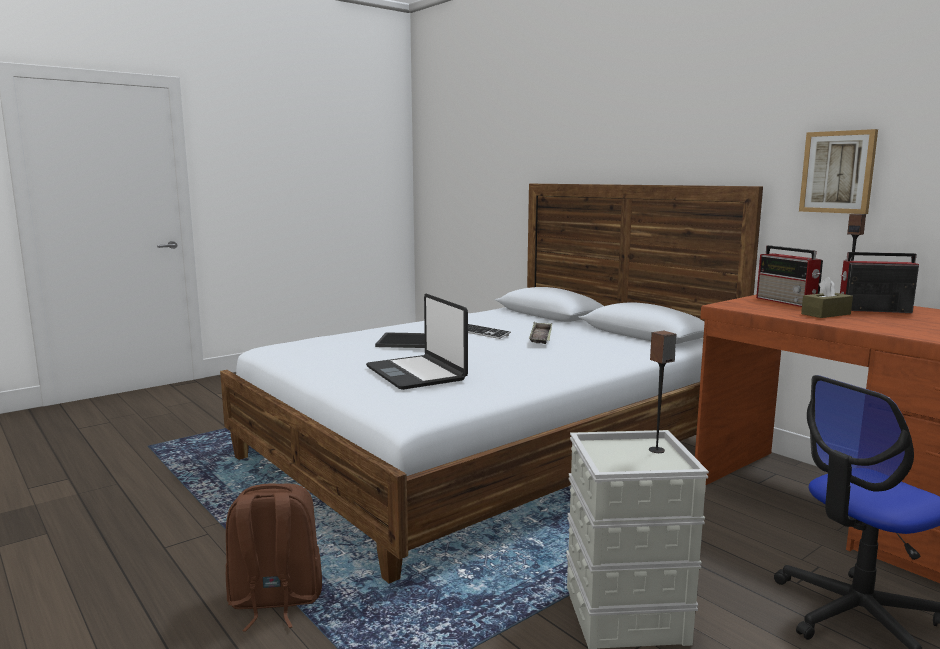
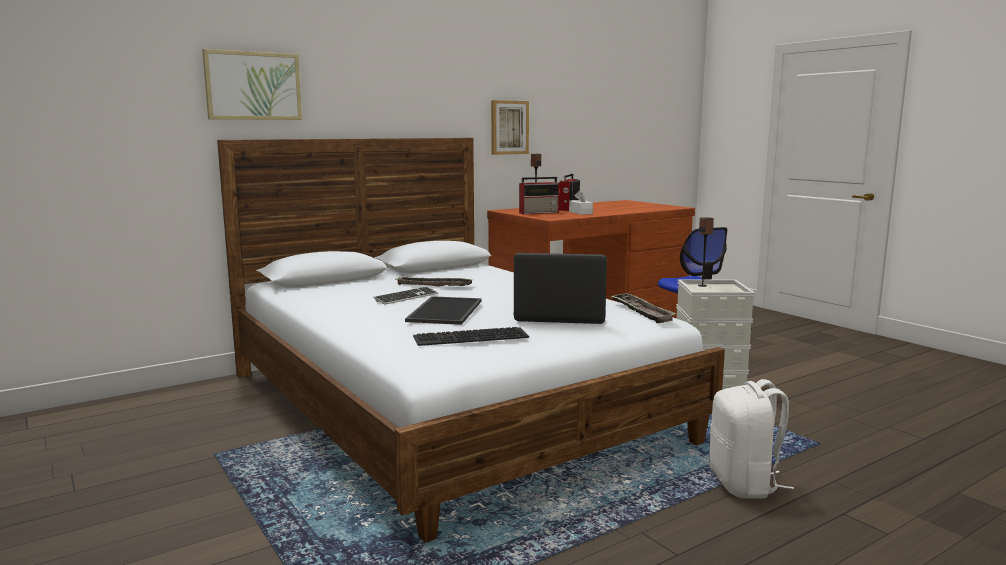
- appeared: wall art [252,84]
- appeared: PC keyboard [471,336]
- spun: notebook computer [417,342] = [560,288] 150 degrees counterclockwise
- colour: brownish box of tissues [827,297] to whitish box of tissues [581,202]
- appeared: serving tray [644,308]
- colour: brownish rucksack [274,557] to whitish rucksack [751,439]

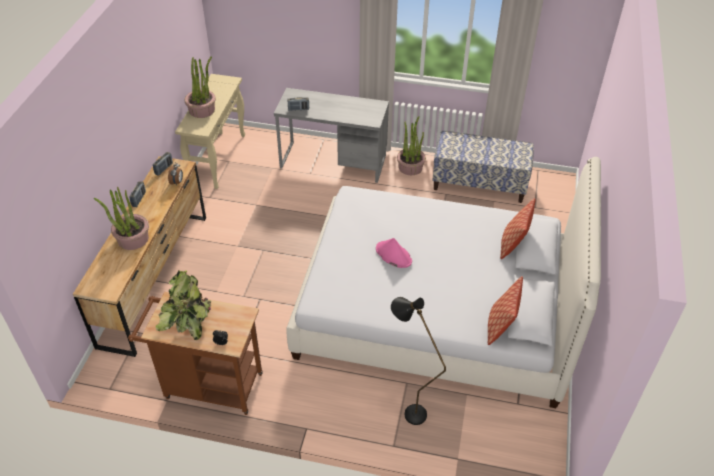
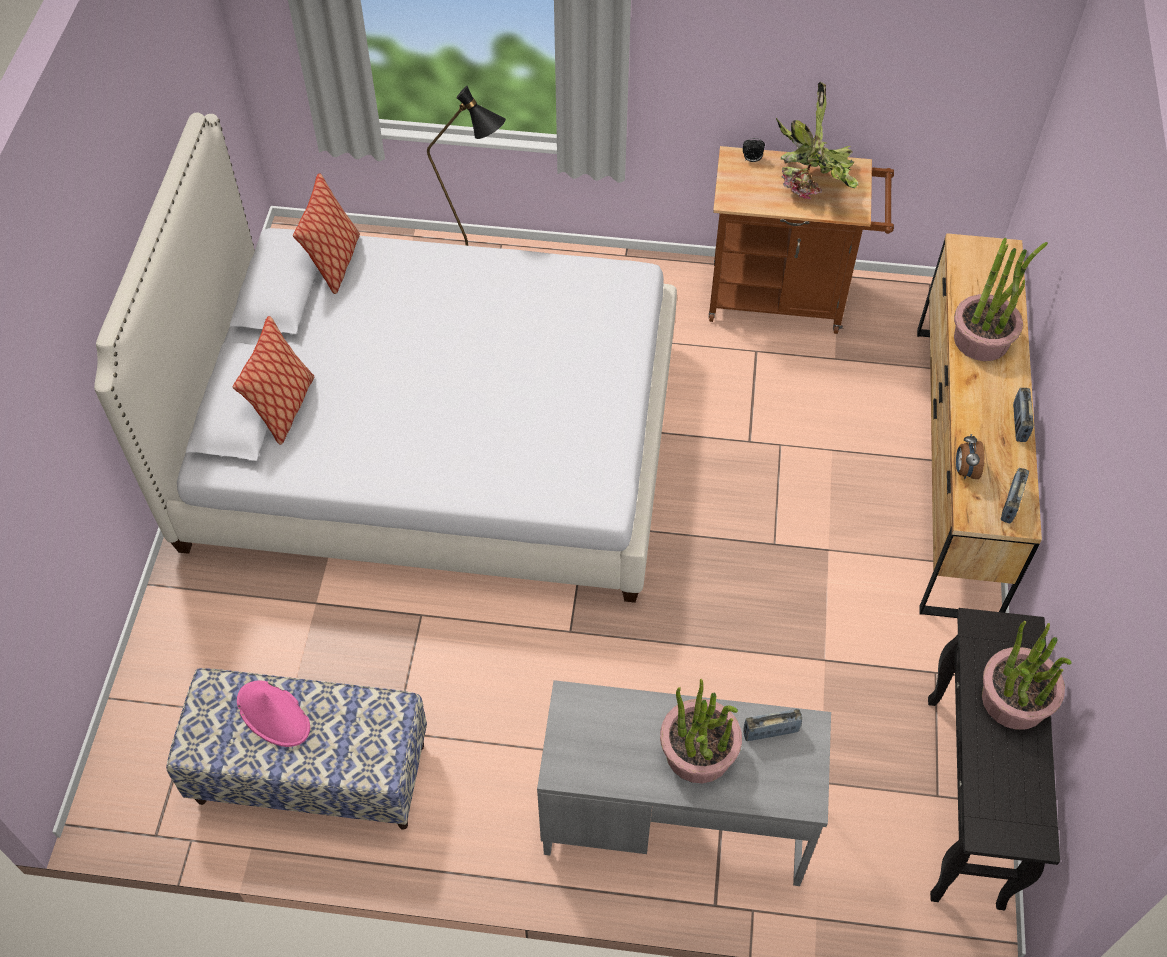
- relocated: pink-coloured wearable hat [394,253] to [273,713]
- relocated: plant in a pot [411,145] to [701,731]
- colour: beige hall table [210,131] to black hall table [994,759]

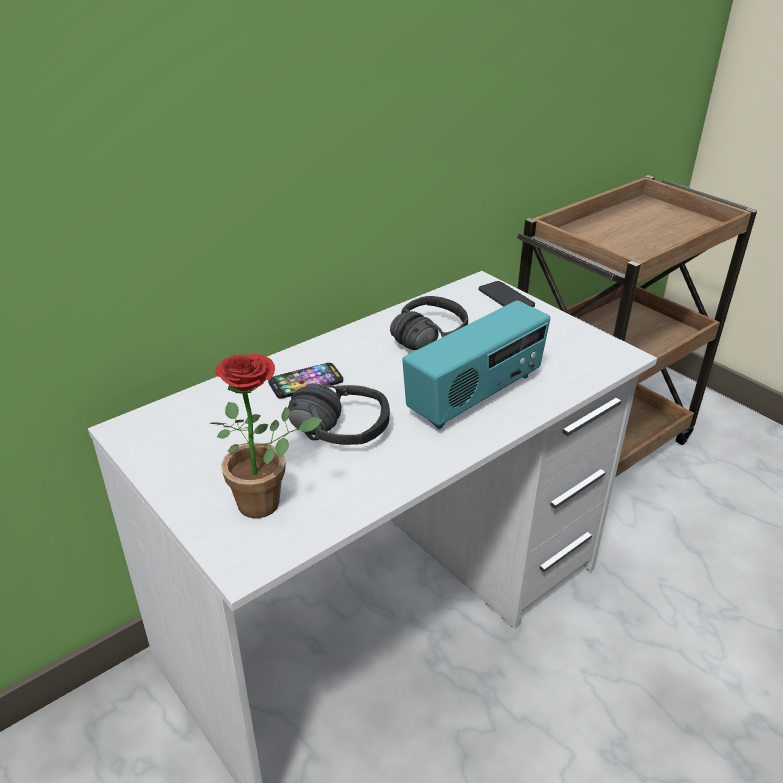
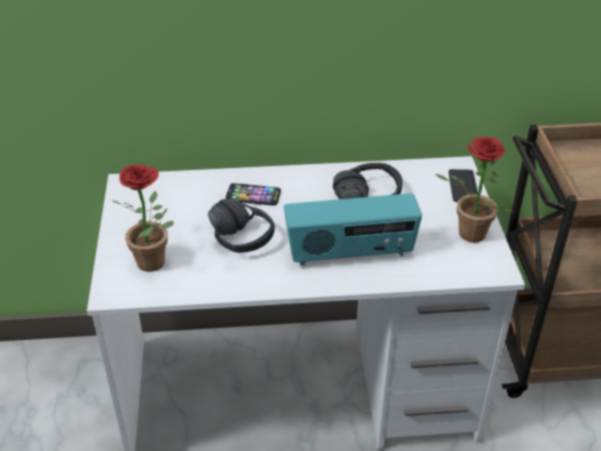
- appeared: plant in a pot [474,189]

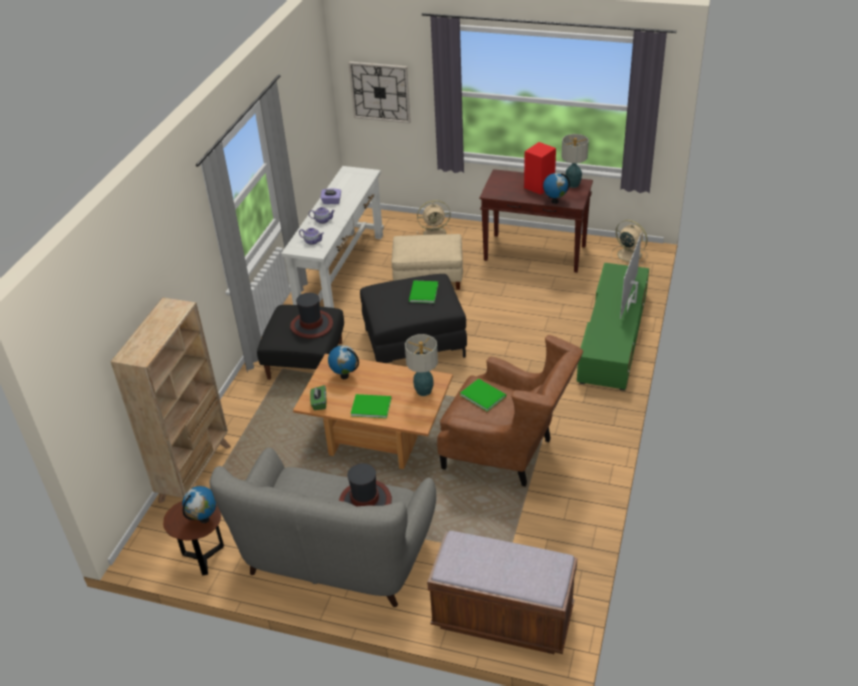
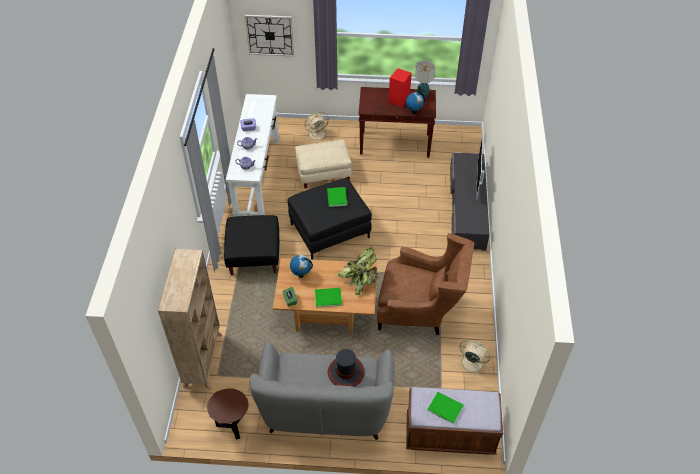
- exchanged: lamp for a table [421,365] to plant in a pot [358,271]
- relocated: green book [483,395] to [445,408]
- colour: green tv stand [613,327] to grey tv stand [470,202]
- relocated: beige electric fan [629,242] to [473,357]
- missing: globe [199,504]
- missing: wearable hat [311,316]

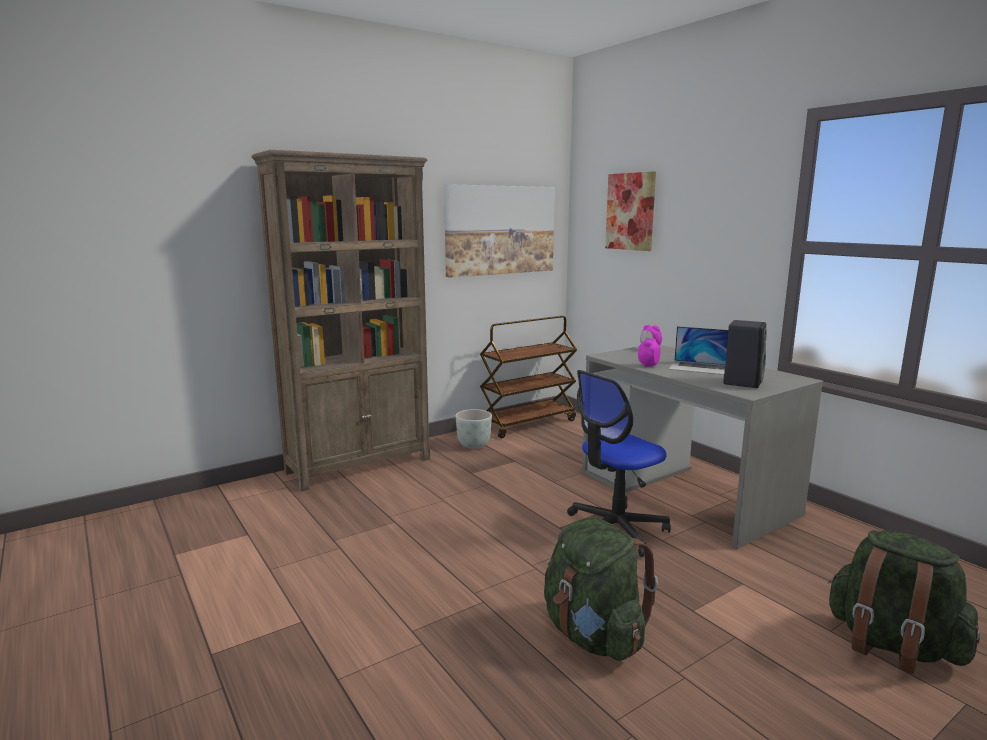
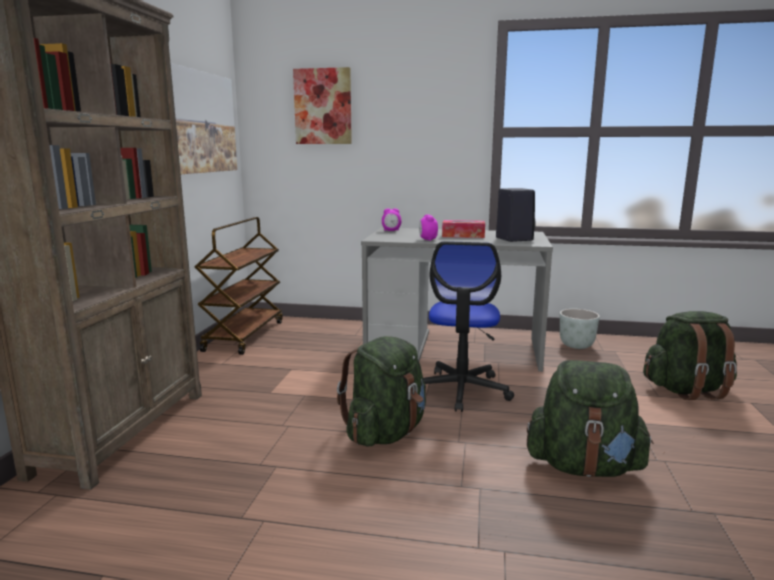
- appeared: green rucksack [381,391]
- exchanged: notebook computer [698,350] to box of tissues [463,229]
- relocated: grey plant pot [473,429] to [580,329]

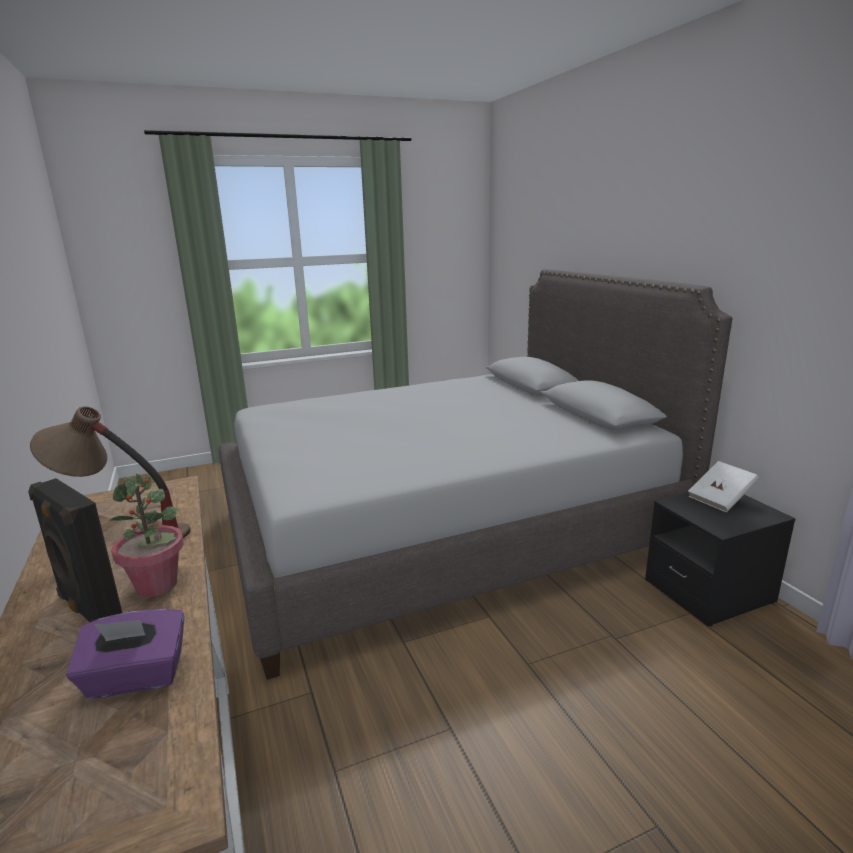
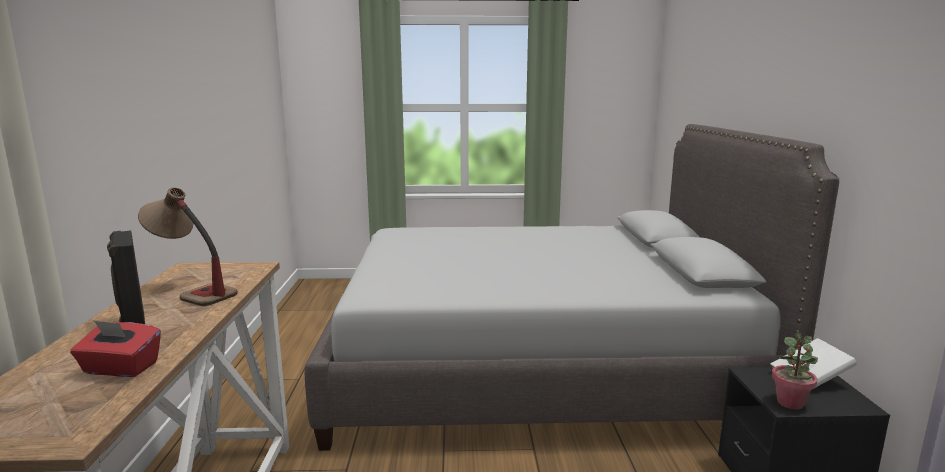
- colour: purple box of tissues [125,654] to red box of tissues [115,348]
- relocated: plant in a pot [146,535] to [795,370]

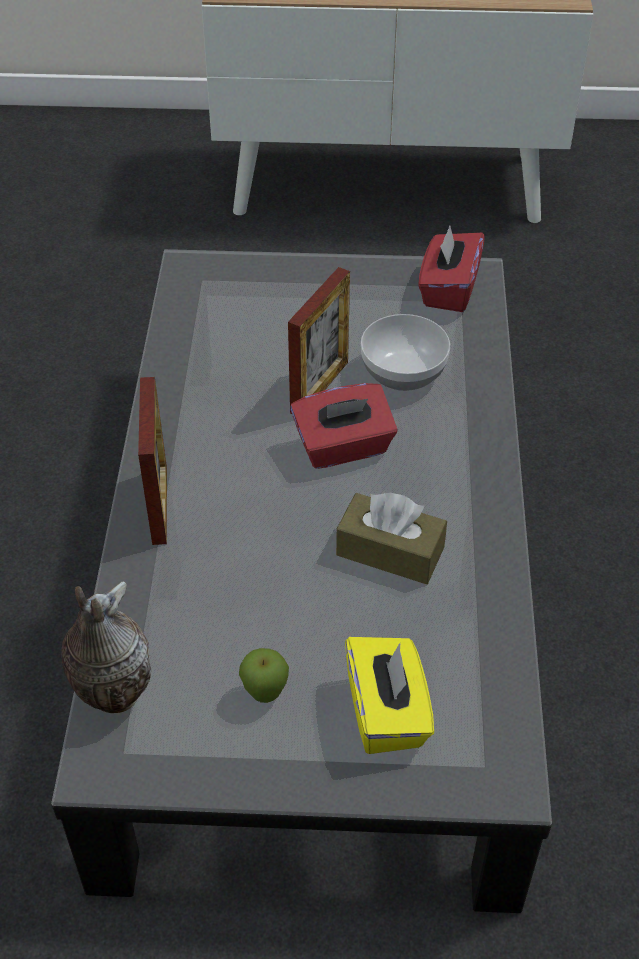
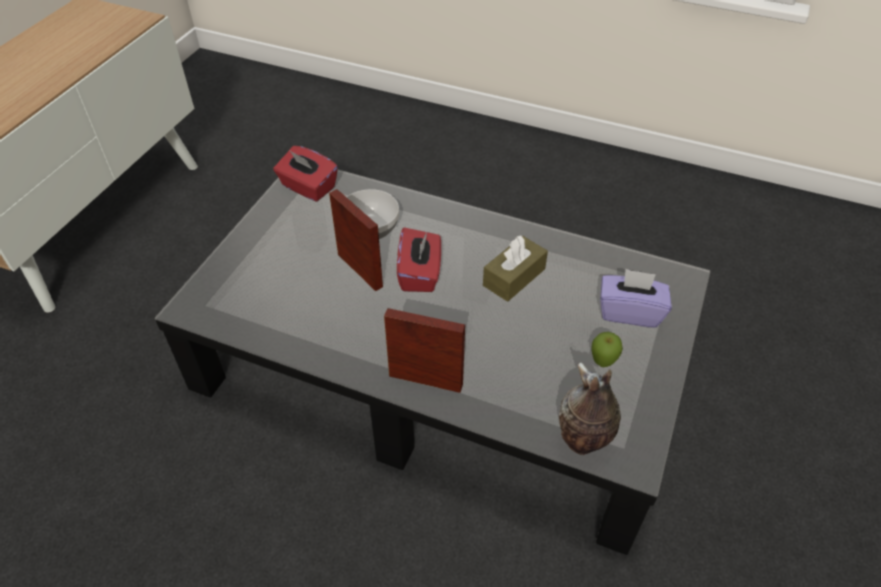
- colour: yellow box of tissues [389,695] to purple box of tissues [636,298]

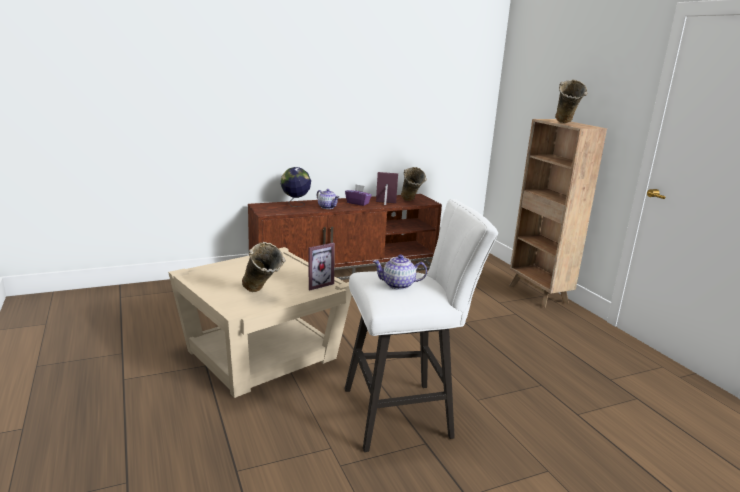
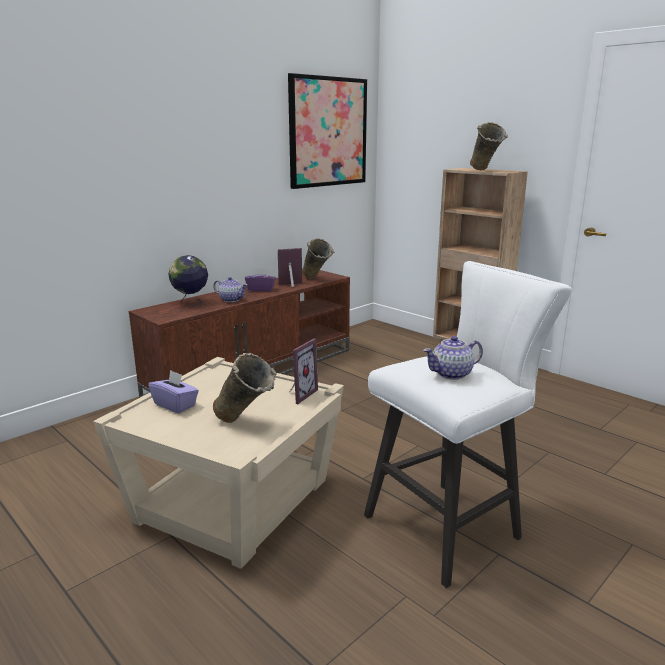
- appeared: purple box of tissues [173,391]
- appeared: wall art [327,131]

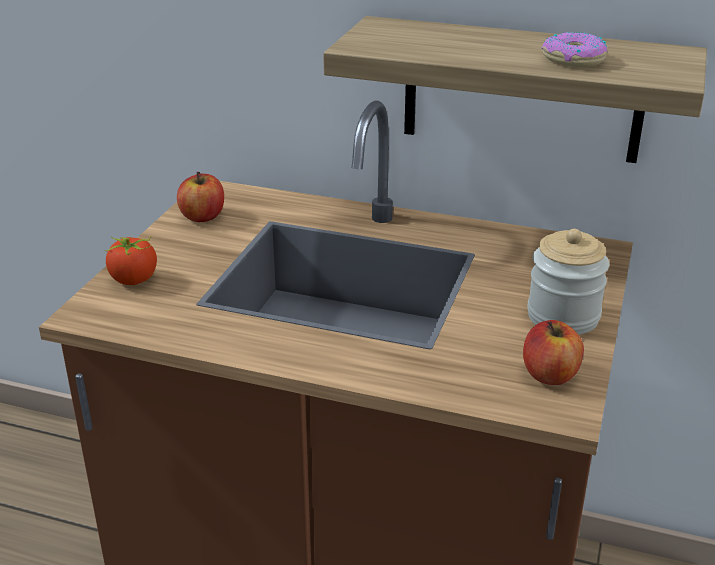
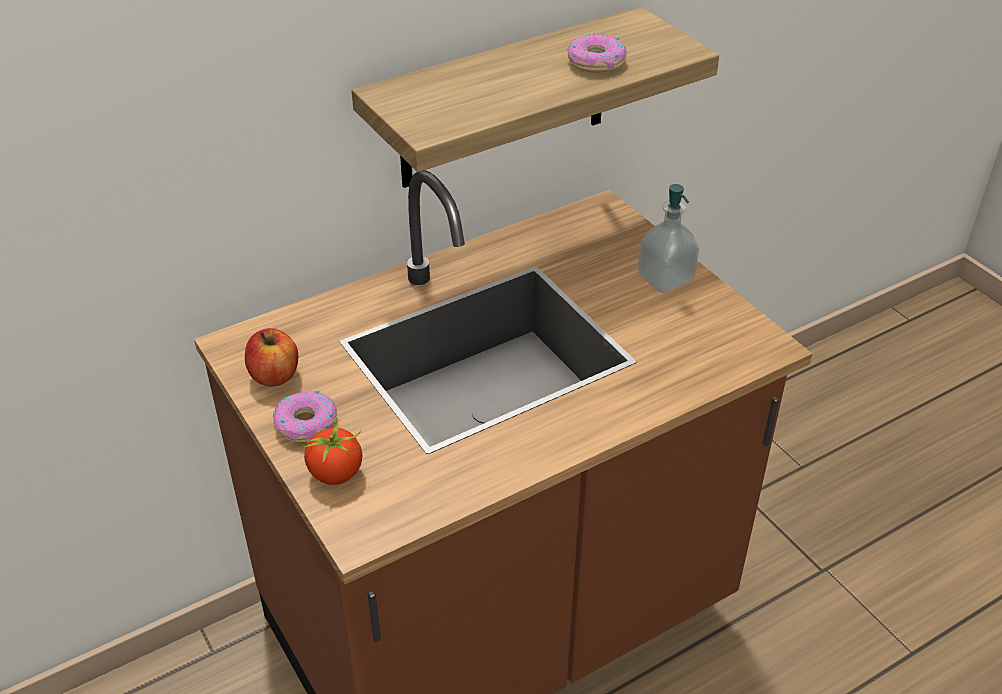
- appeared: doughnut [305,416]
- exchanged: storage jar [568,282] to liquid soap bottle [668,238]
- missing: apple fruit [553,352]

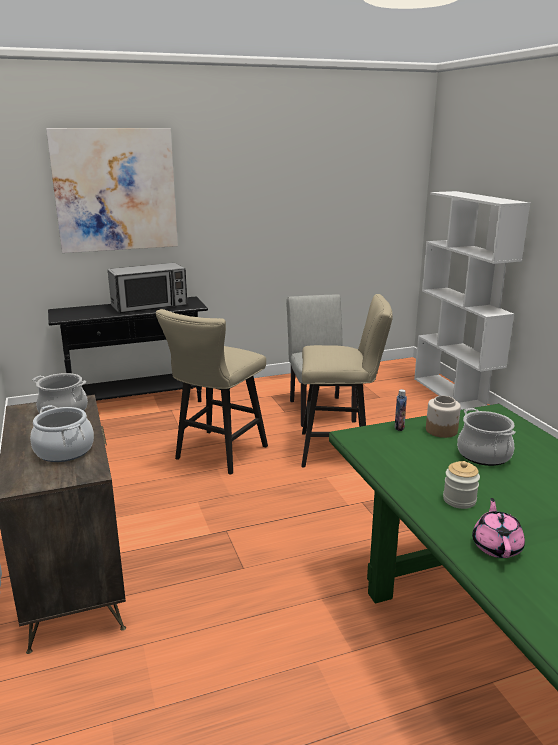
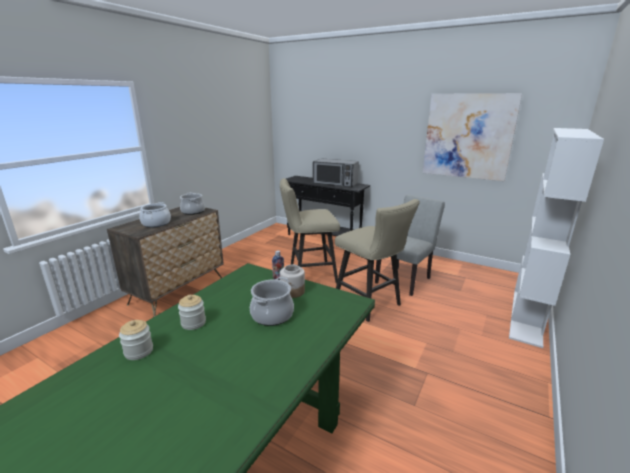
- exchanged: pink-coloured pot for tea [498,528] to storage jar [136,340]
- relocated: wall art [112,190] to [472,137]

